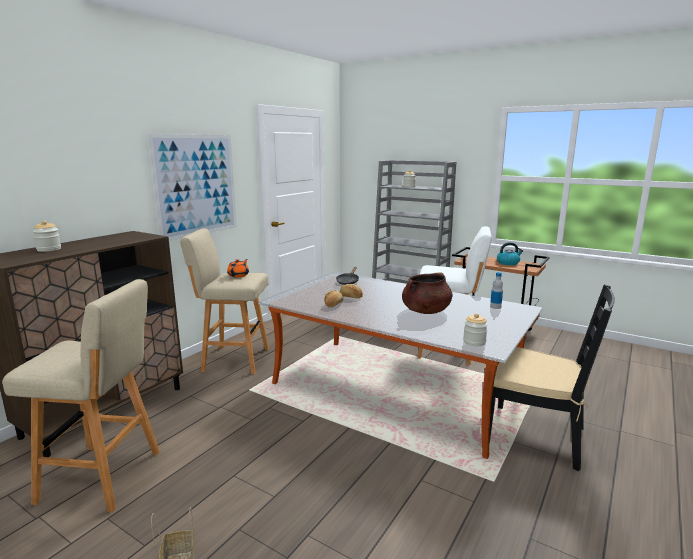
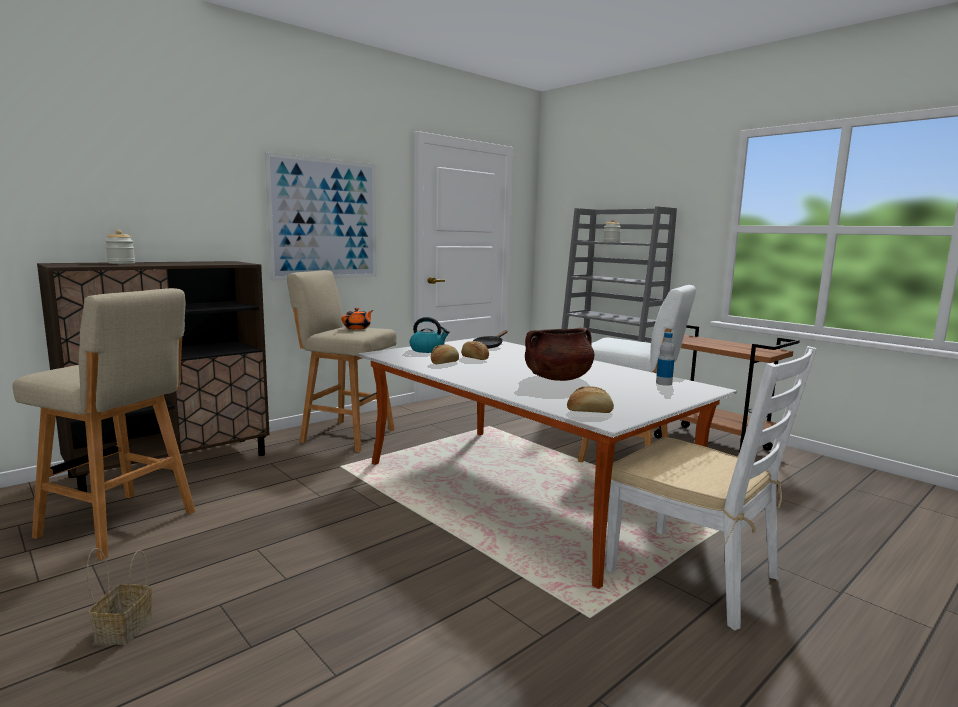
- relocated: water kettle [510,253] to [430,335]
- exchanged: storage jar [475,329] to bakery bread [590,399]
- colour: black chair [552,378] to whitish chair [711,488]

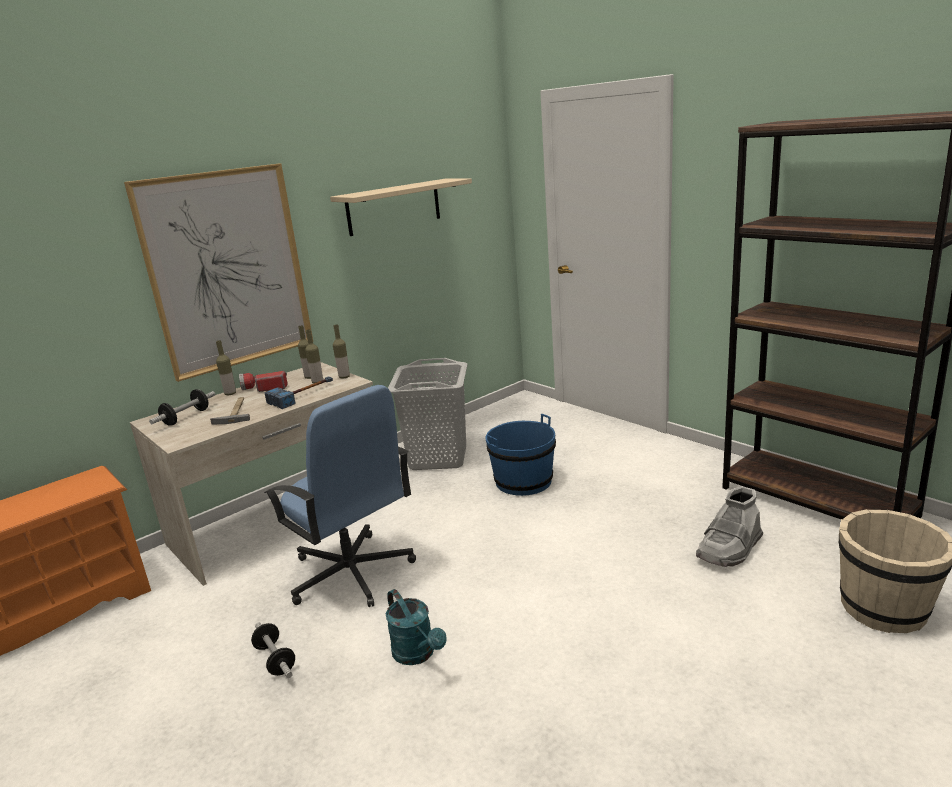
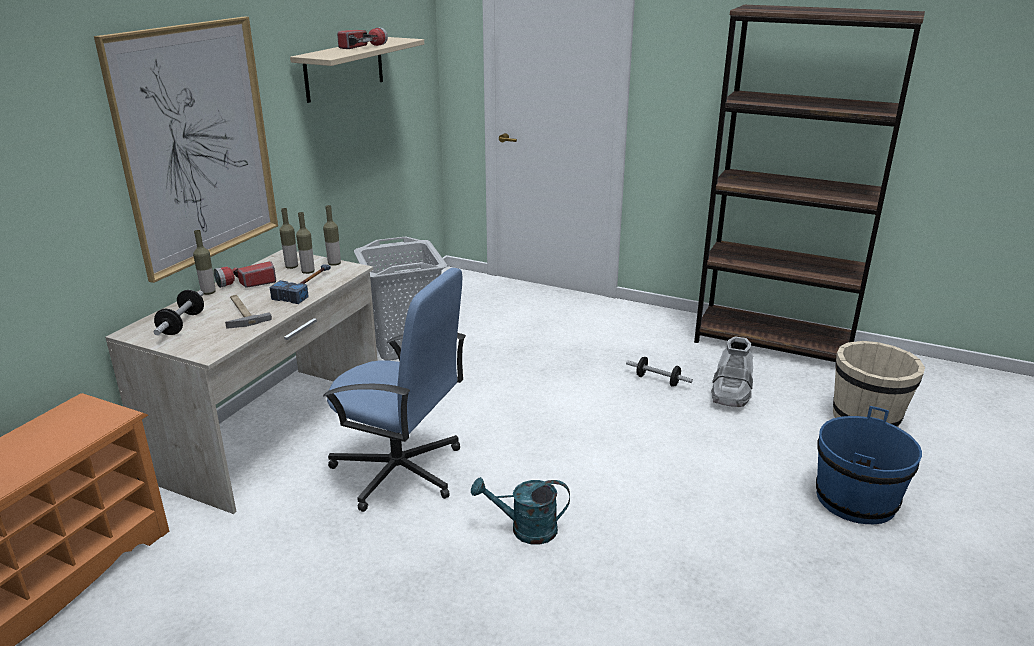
- appeared: hand torch [362,38]
- spun: blue-green watering pot [416,627] = [520,511] 150 degrees clockwise
- relocated: dumbbell [273,650] to [659,372]
- relocated: bluish water bucket [521,455] to [869,465]

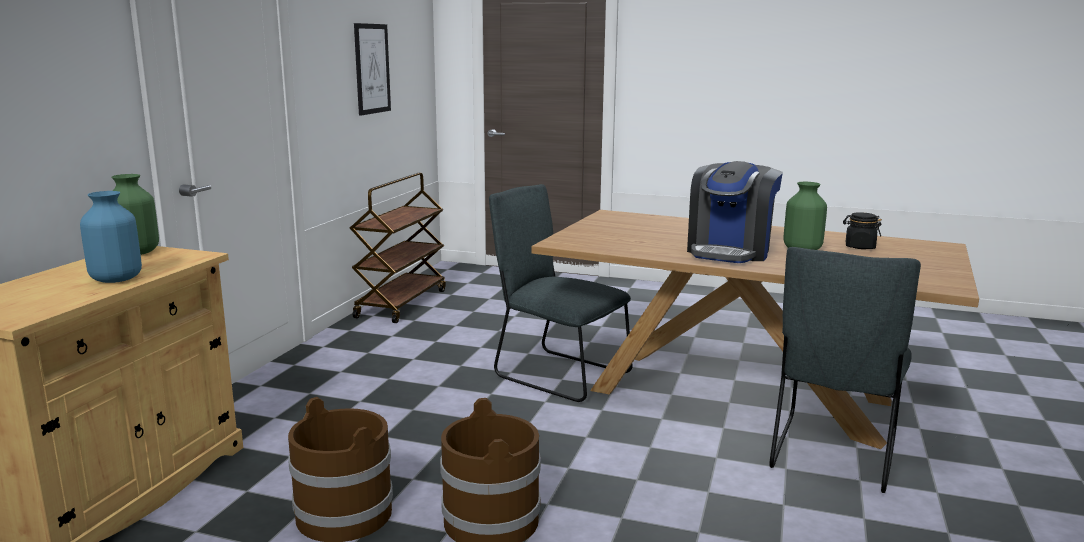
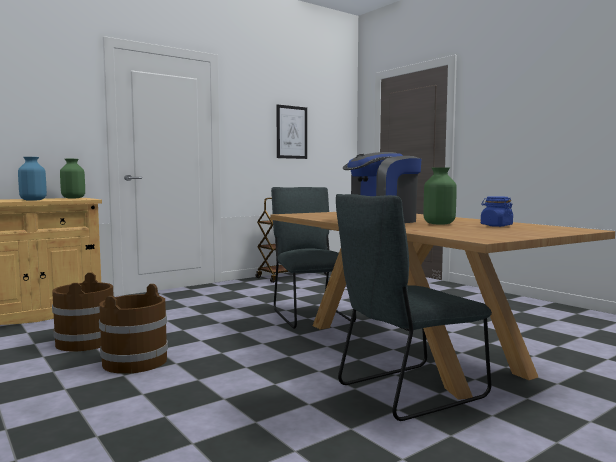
- colour: black storage jar [862,230] to bluish storage jar [497,211]

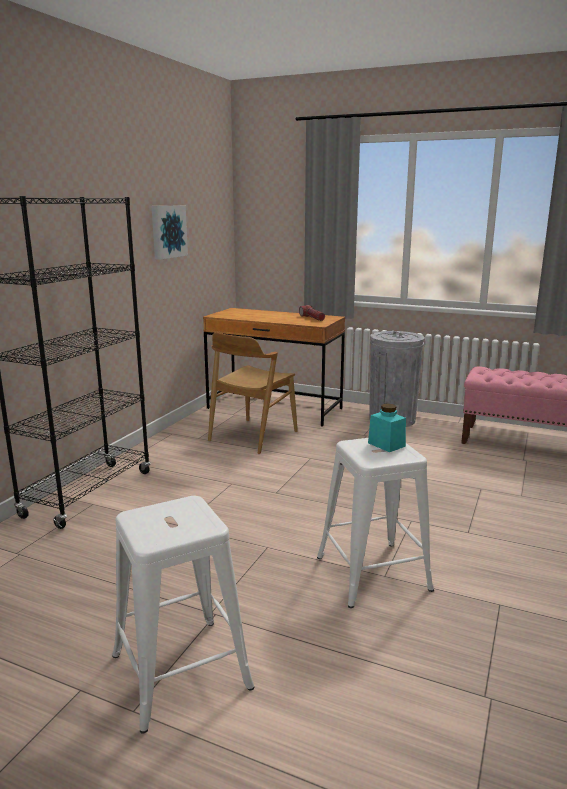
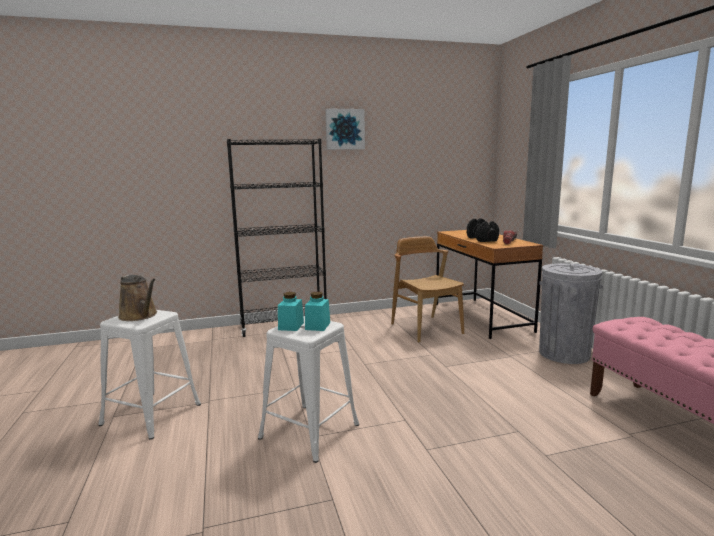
- appeared: brownish watering pot [137,298]
- appeared: blue-green storage jar [291,311]
- relocated: wall art [169,233] to [345,129]
- spun: brownish chair [253,393] = [427,289] 75 degrees clockwise
- appeared: black dumbbell [483,230]

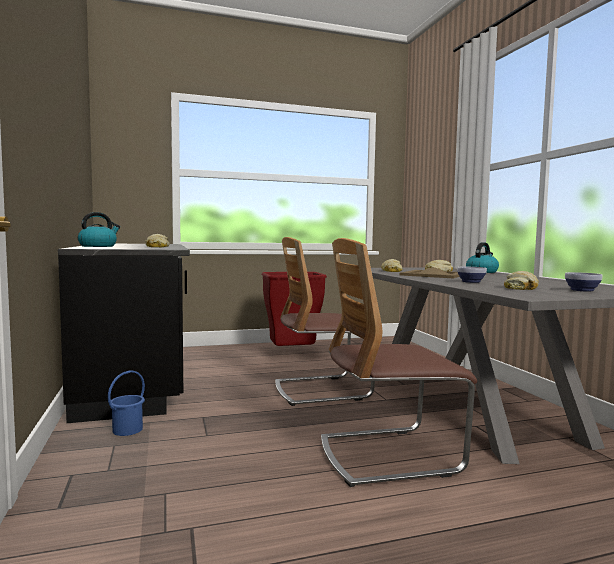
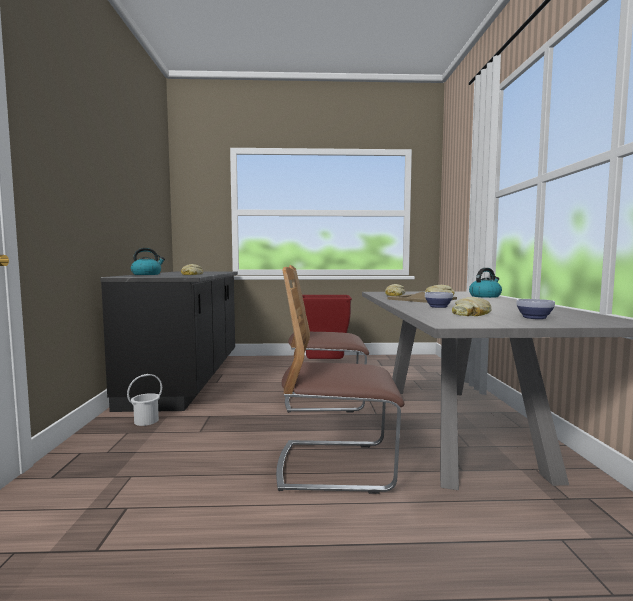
- colour: bluish water bucket [126,403] to whitish water bucket [144,400]

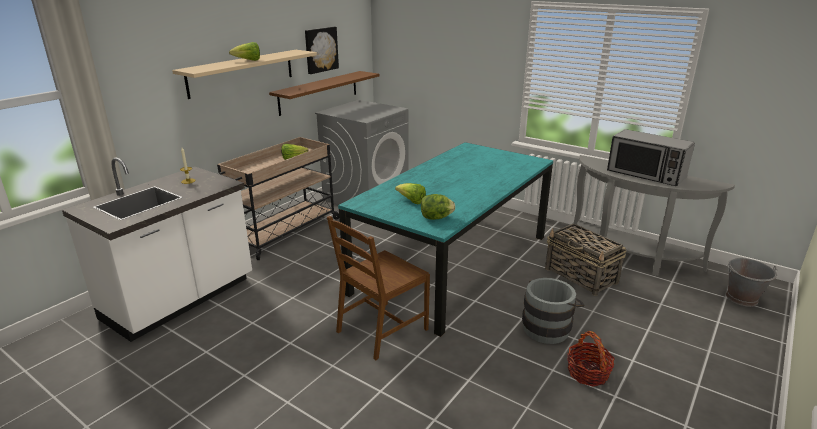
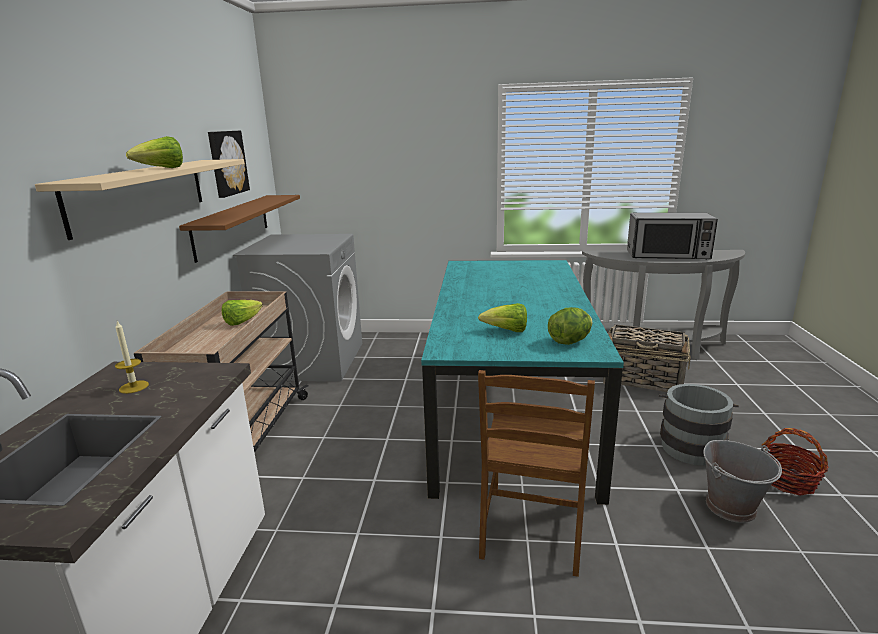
- relocated: grey water bucket [752,282] to [742,481]

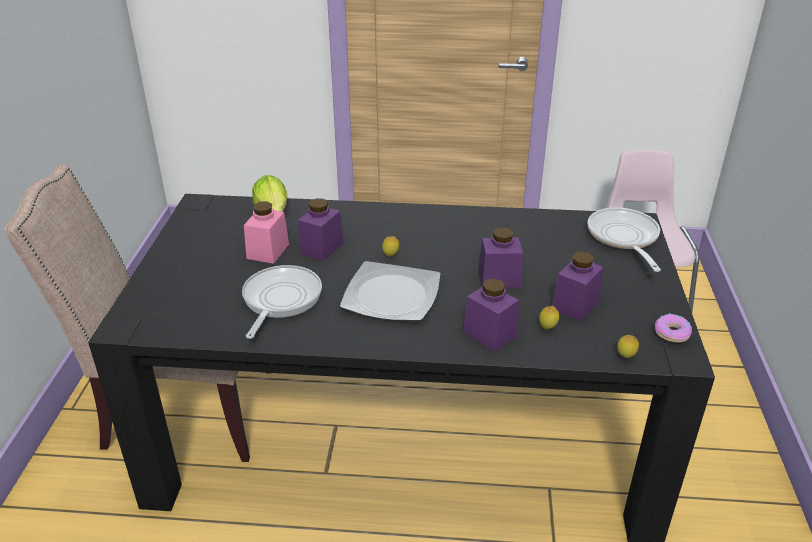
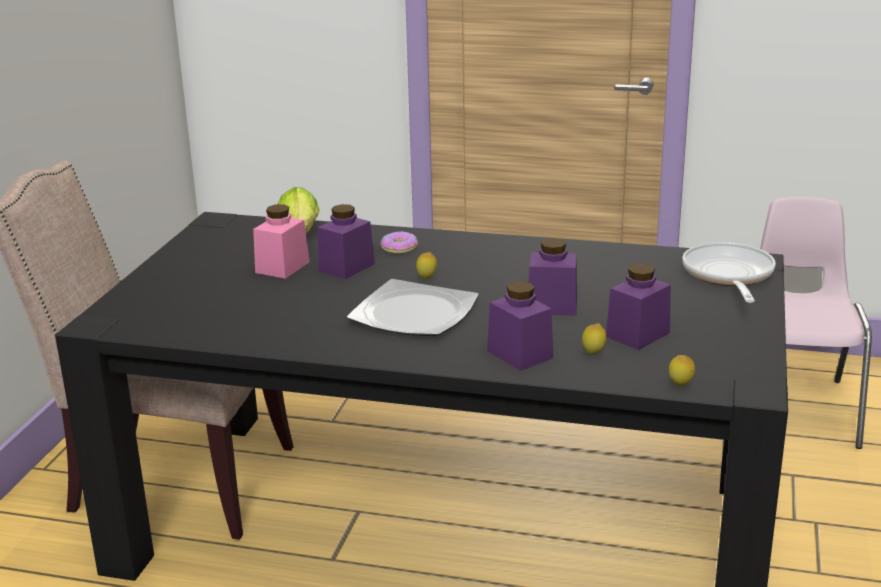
- relocated: doughnut [673,328] to [399,242]
- missing: skillet [282,302]

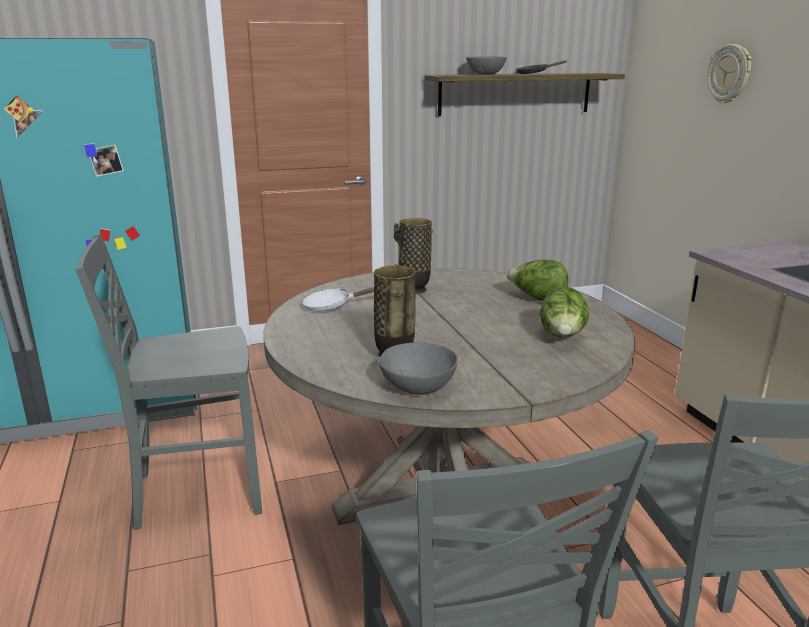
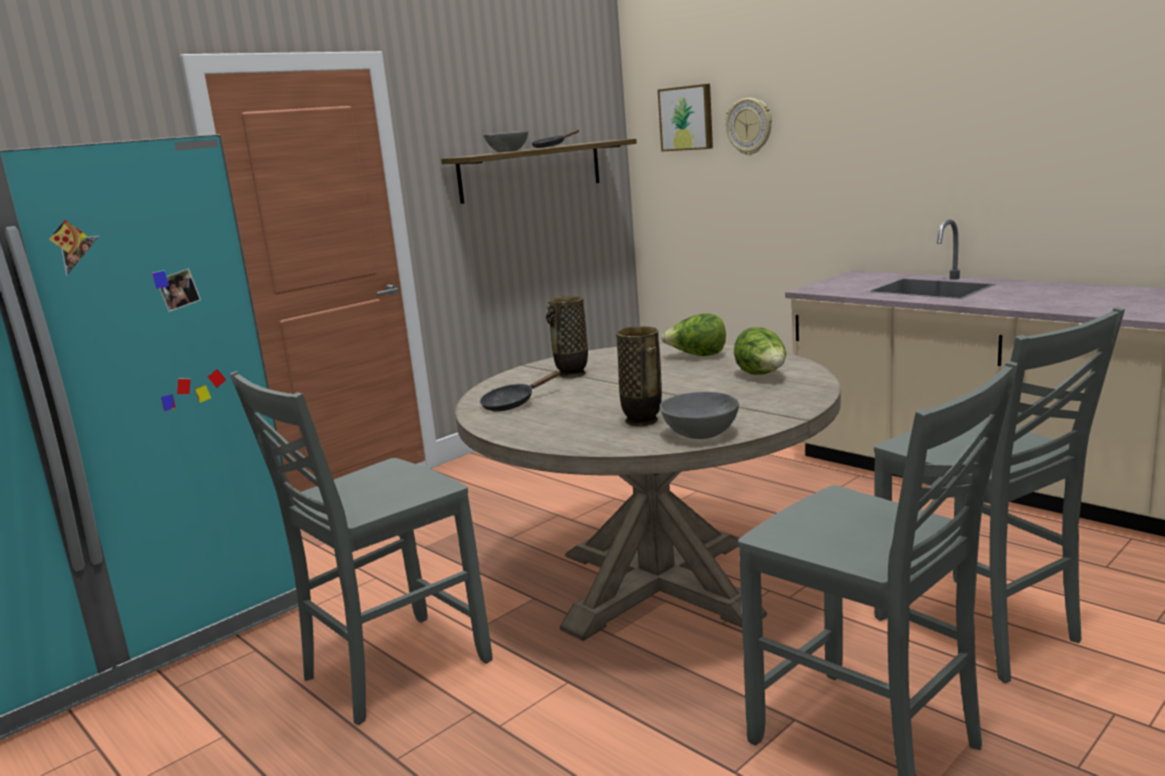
- colour: whitish skillet [338,299] to black skillet [520,391]
- appeared: wall art [685,118]

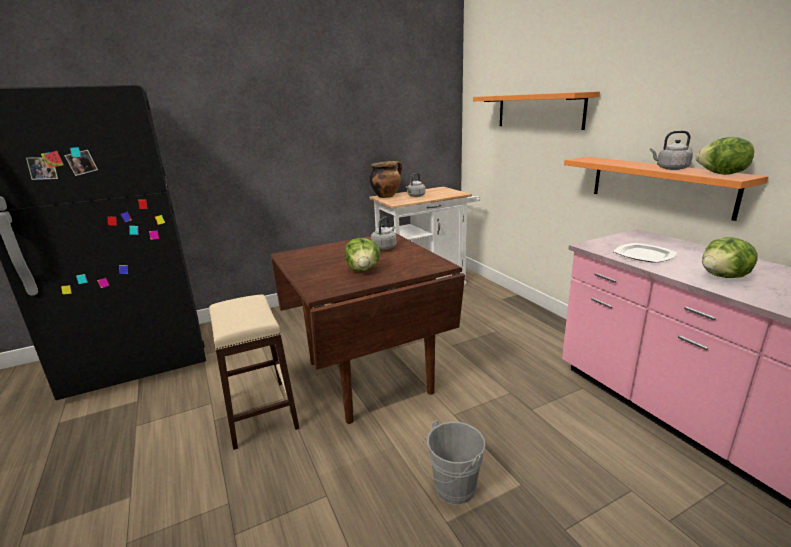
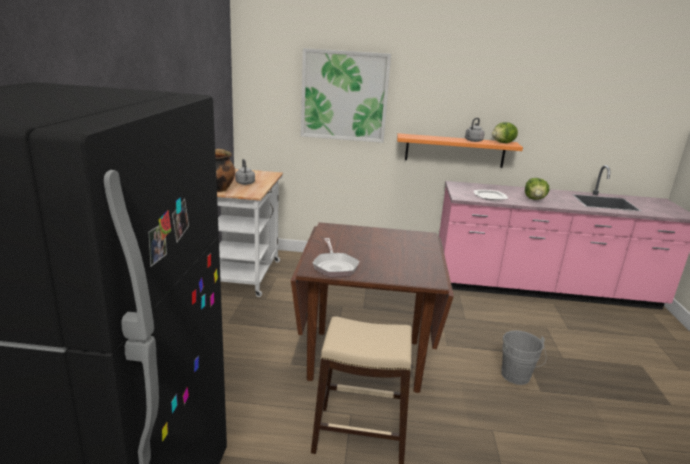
- exchanged: orange-coloured shelf [536,110] to wall art [346,95]
- appeared: skillet [336,257]
- missing: head of lettuce [362,254]
- missing: grey water kettle [384,233]

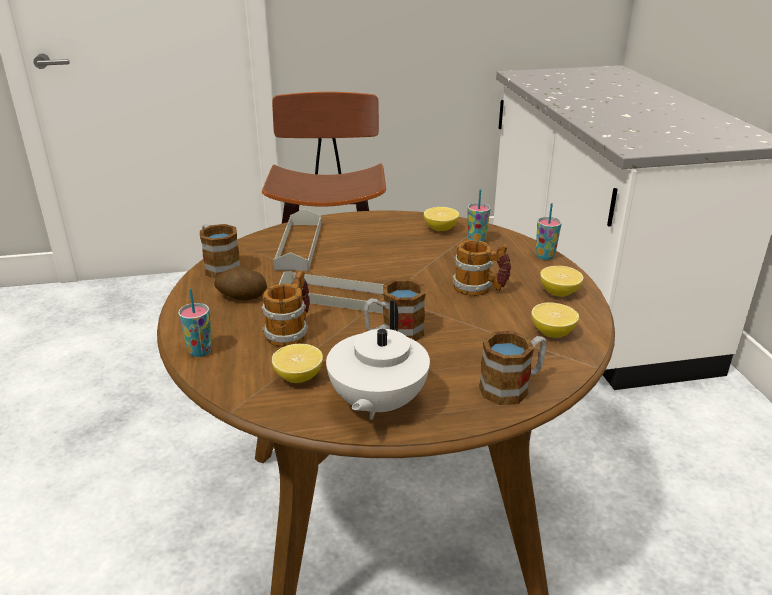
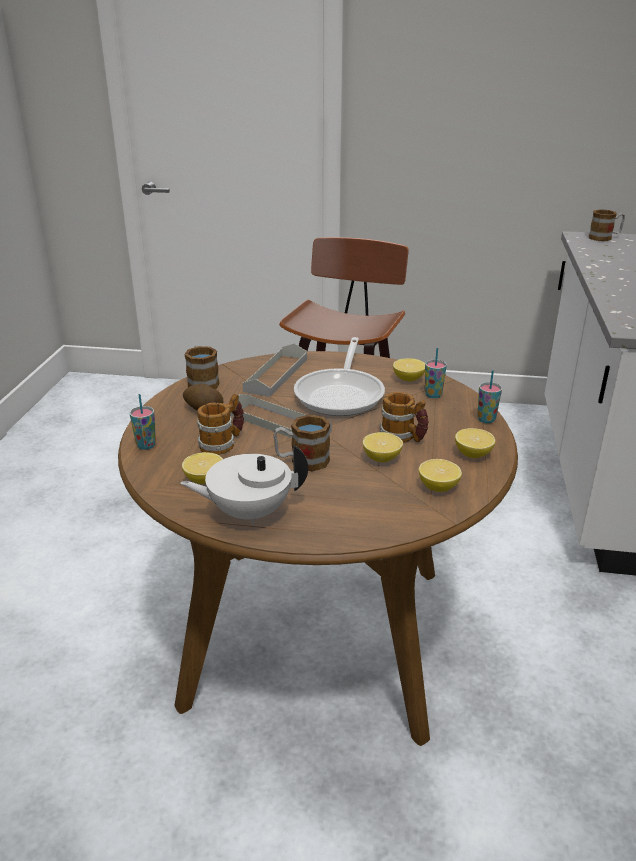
- spun: whitish pot for tea [378,360] = [244,485] 45 degrees clockwise
- appeared: skillet [339,376]
- appeared: whole lemon [383,447]
- relocated: mug [513,368] to [607,225]

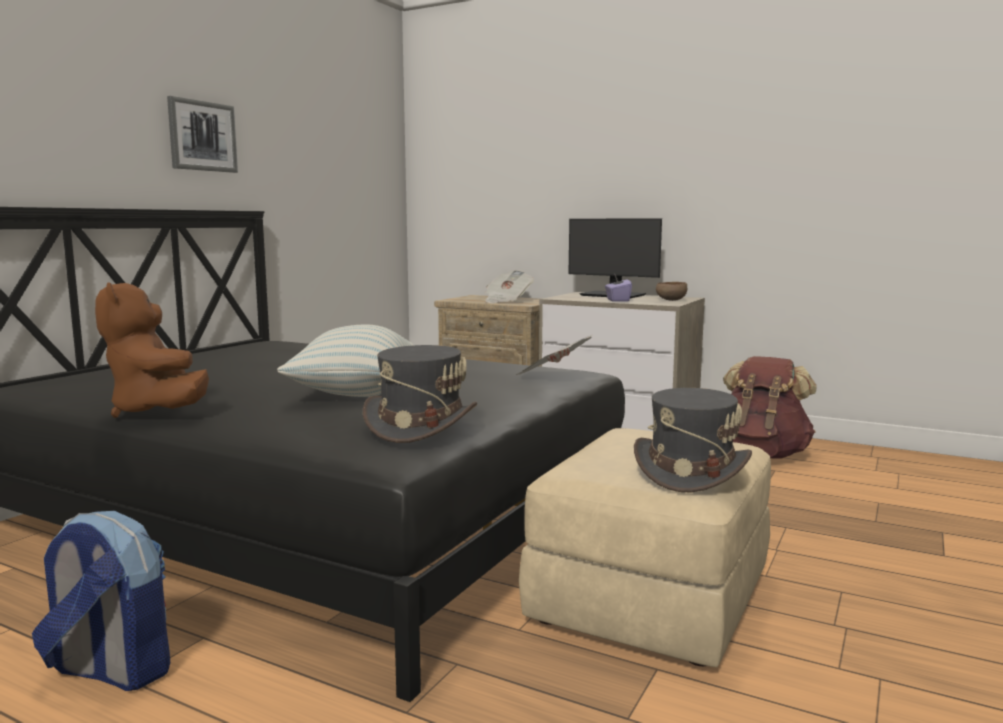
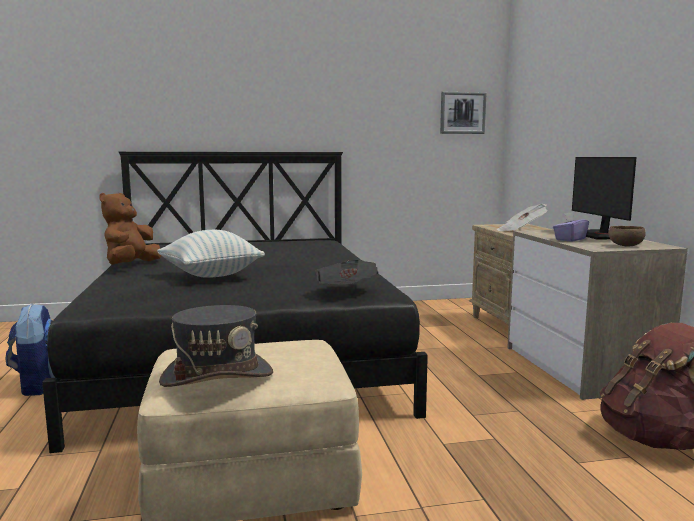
- relocated: wall art [202,134] to [463,113]
- missing: grey wearable hat [420,394]

